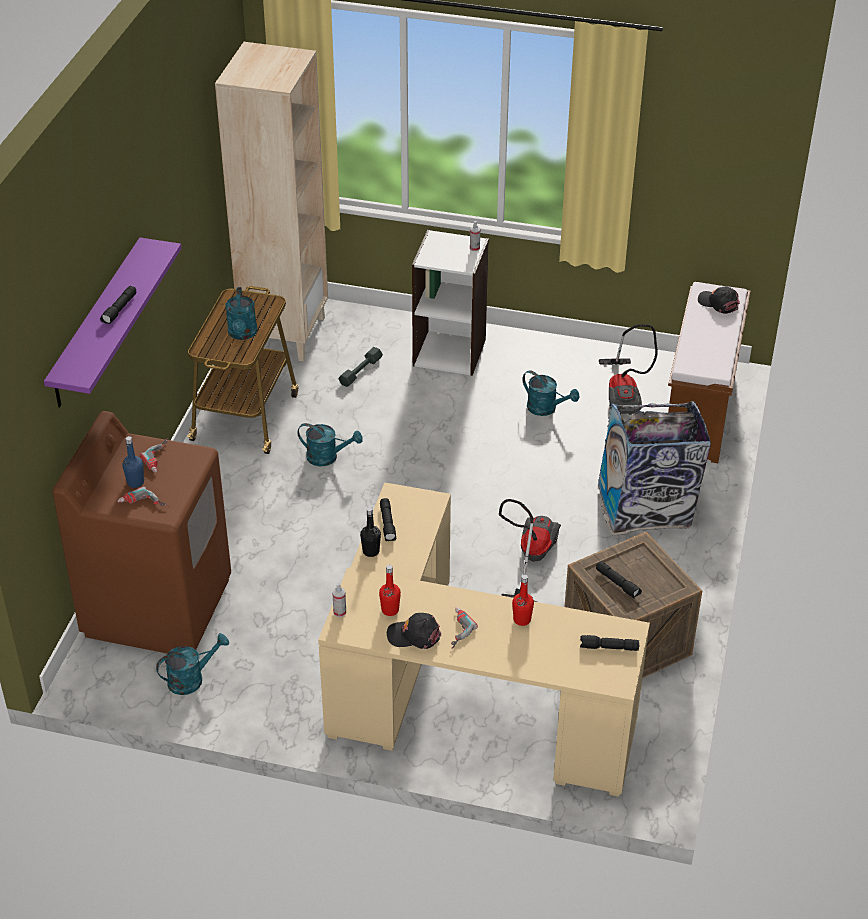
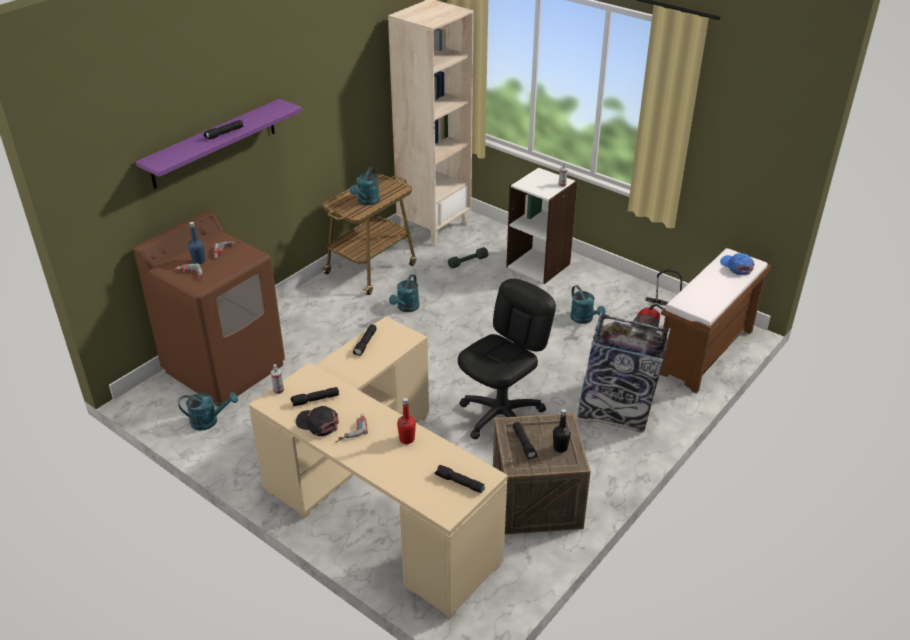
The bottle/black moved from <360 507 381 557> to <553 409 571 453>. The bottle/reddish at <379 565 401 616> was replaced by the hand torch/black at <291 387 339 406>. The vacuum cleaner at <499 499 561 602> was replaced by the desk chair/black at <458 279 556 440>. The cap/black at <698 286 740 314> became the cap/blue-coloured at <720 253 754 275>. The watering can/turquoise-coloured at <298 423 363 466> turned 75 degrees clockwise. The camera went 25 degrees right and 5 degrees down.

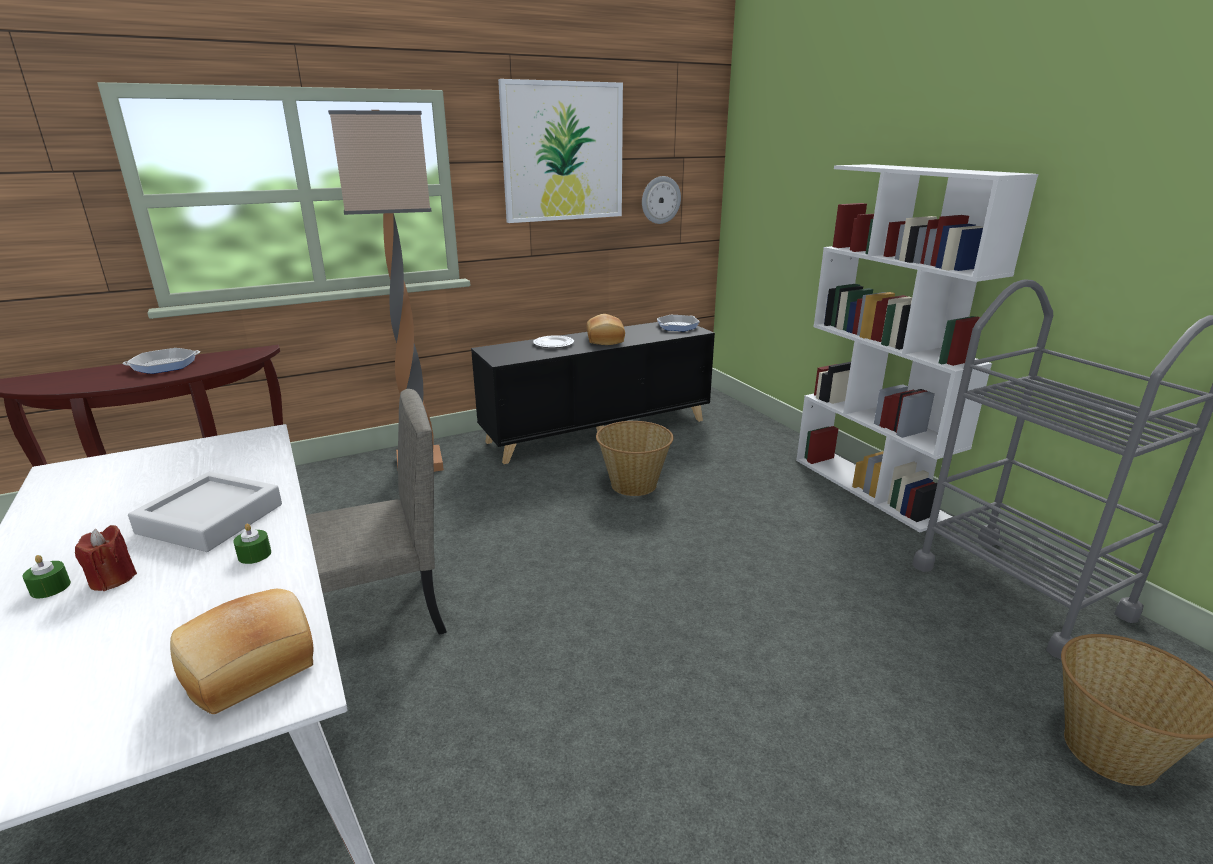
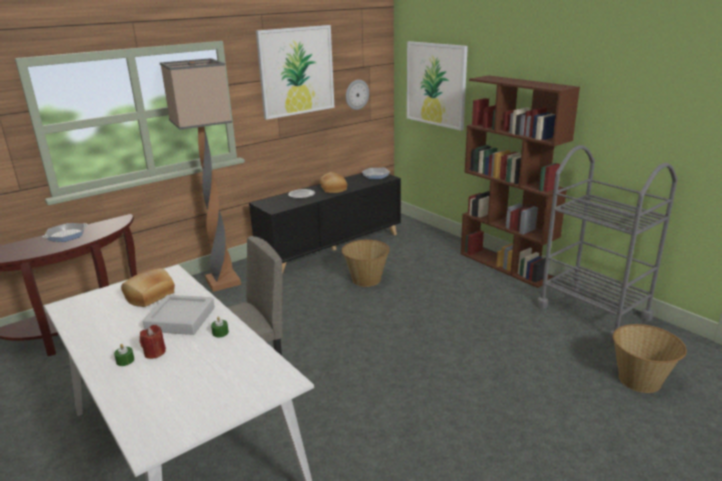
The picture at <407 41 468 131> appeared. The bakery bread moved from <170 589 314 714> to <121 268 175 307>. The bookshelf/white-coloured at <796 164 1038 532> became the bookshelf/brownish at <461 75 580 288>. The camera went 10 degrees left and 0 degrees up.

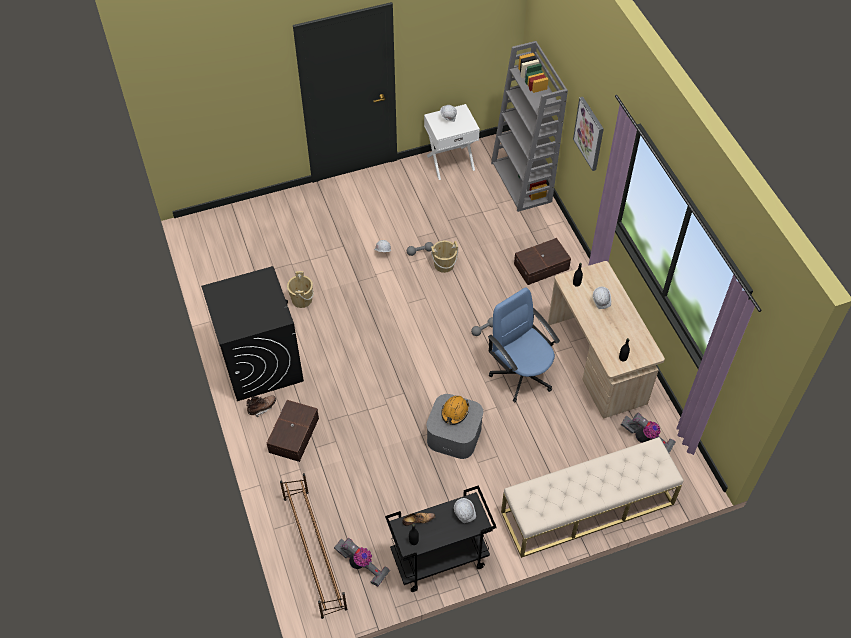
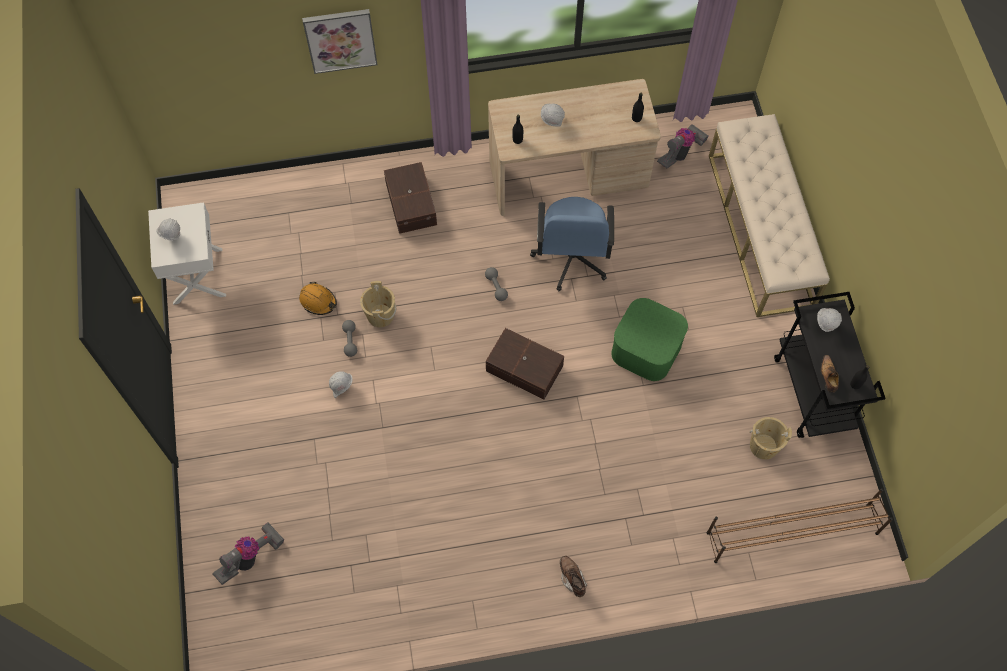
The laundry machine/black at <201 266 304 401> disappeared. The bookshelf/gray at <491 41 568 212> disappeared. The storage container/brownish moved from <267 400 319 462> to <486 328 564 400>. The water bucket/beige moved from <287 271 314 308> to <749 417 792 460>. The vacuum cleaner moved from <334 538 390 587> to <213 523 284 585>. The work helmet/orange moved from <441 396 469 425> to <299 282 337 315>. The storage container/gray at <427 394 483 459> became the storage container/green at <611 298 688 381>. The desk chair/blue-coloured at <488 288 560 402> turned 60 degrees counterclockwise. The camera went 80 degrees left and 10 degrees up.

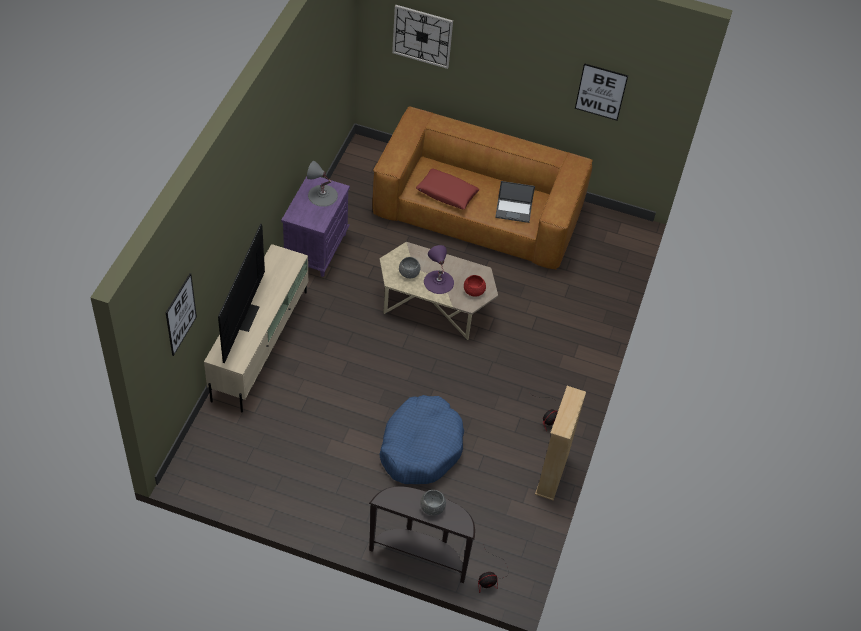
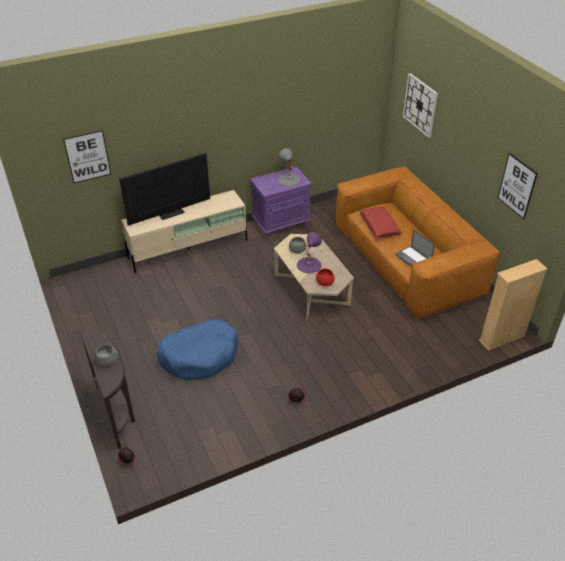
The bookshelf/beige moved from <535 386 586 500> to <479 259 548 351>. The camera went 50 degrees right and 10 degrees down.

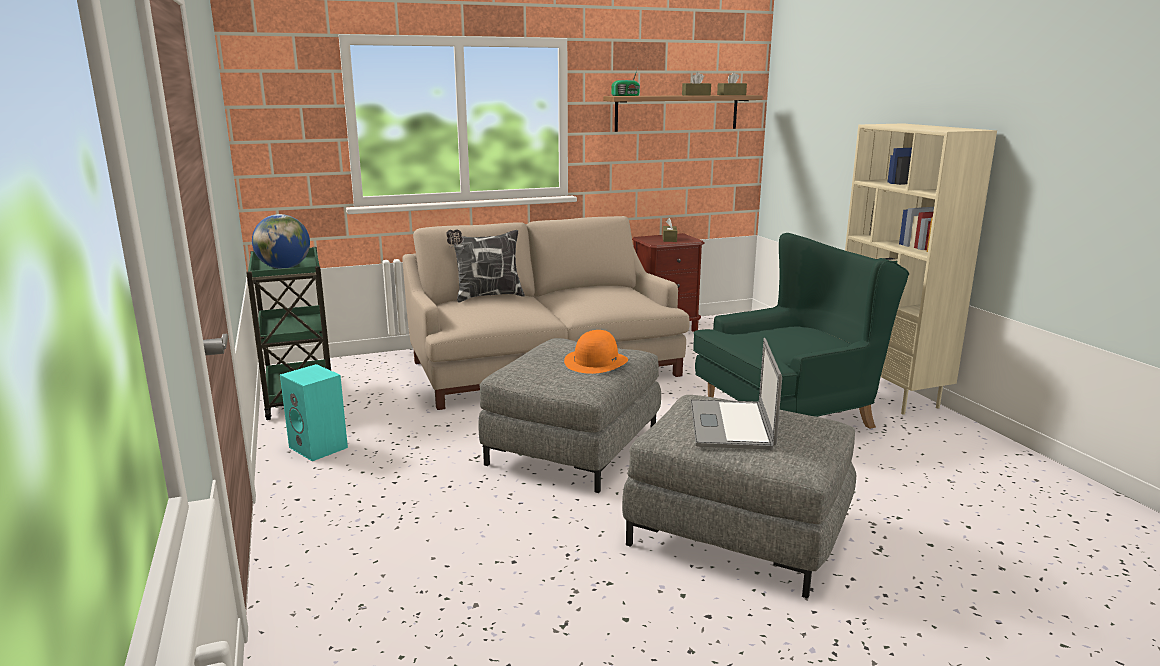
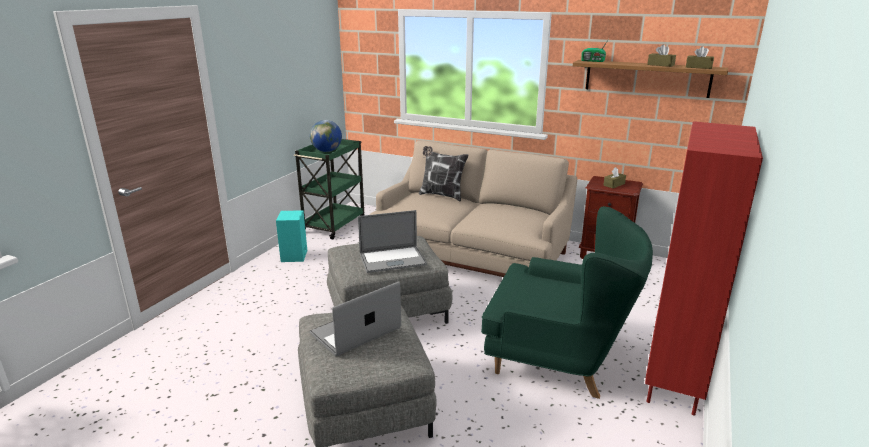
The hat/orange at <564 330 628 374> was replaced by the notebook computer at <358 210 427 273>. The bookshelf/beige at <845 123 997 415> became the bookshelf/reddish at <645 121 763 415>. The camera went 45 degrees right and 5 degrees up.

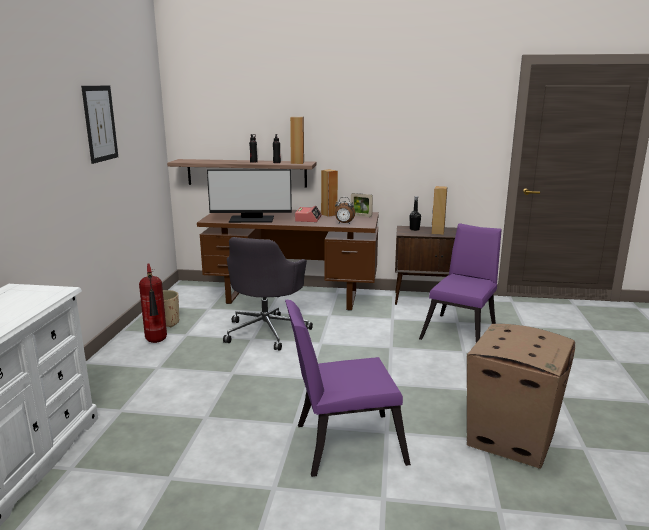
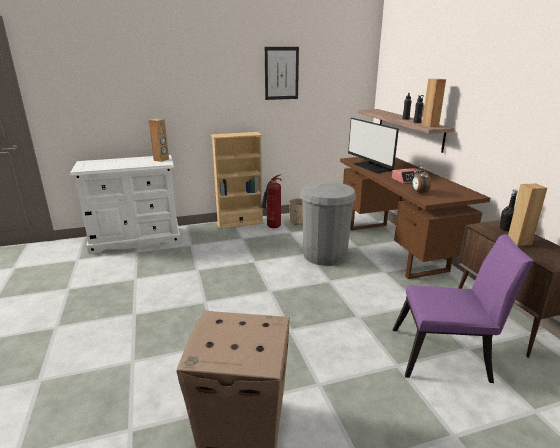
The plain chair/purple-coloured at <285 300 411 477> disappeared. The picture frame at <351 193 373 217> disappeared. The bookshelf/beige at <211 132 264 229> appeared. The speaker/brownish moved from <321 169 338 217> to <149 119 169 162>. The desk chair/gray at <223 237 313 351> was replaced by the rubbish bin/gray at <300 182 356 266>. The camera went 65 degrees right and 5 degrees up.

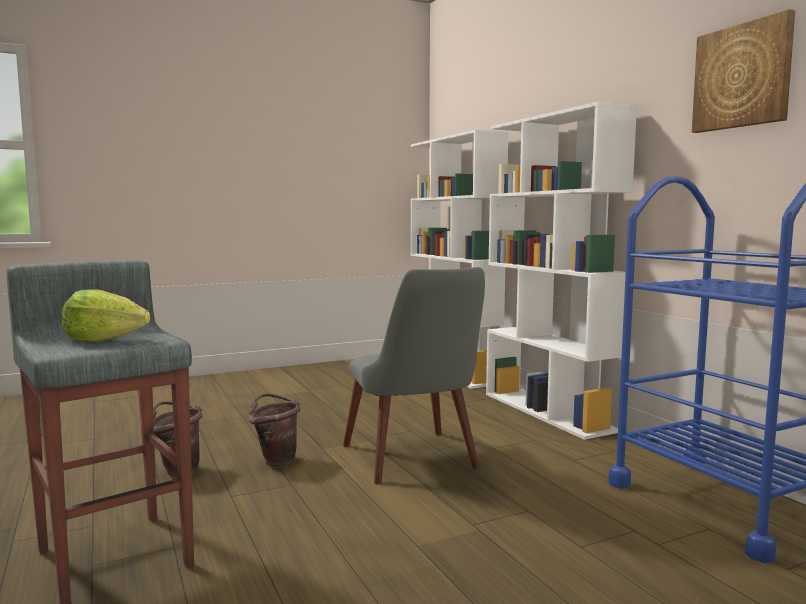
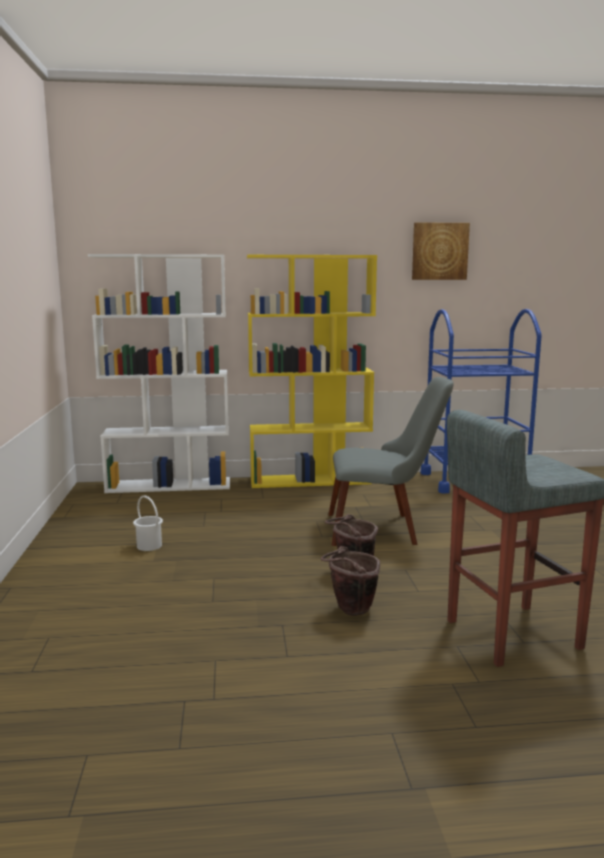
The lettuce at <62 289 150 342> disappeared. The water bucket/white-coloured at <133 495 163 551> appeared. The bookshelf/white-coloured at <486 102 637 440> became the bookshelf/yellowish at <247 255 377 488>. The camera went 70 degrees left and 5 degrees up.

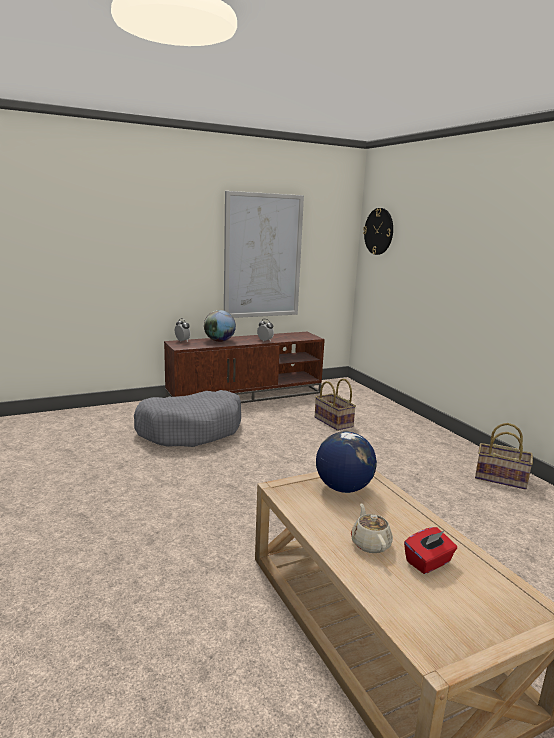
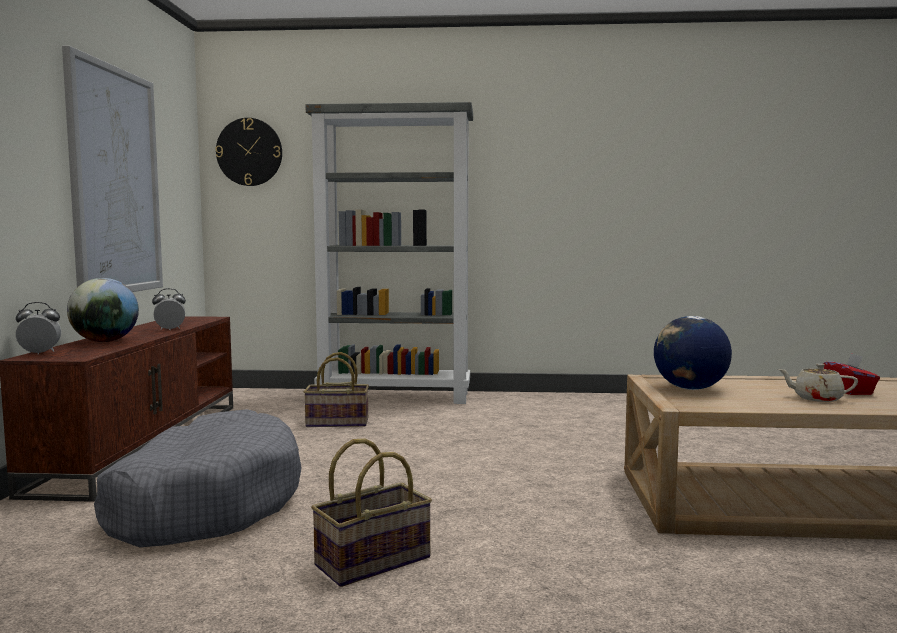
The bookshelf/gray at <305 102 473 404> appeared. The storage basket moved from <475 423 533 490> to <311 438 432 587>. The camera went 60 degrees left and 10 degrees down.

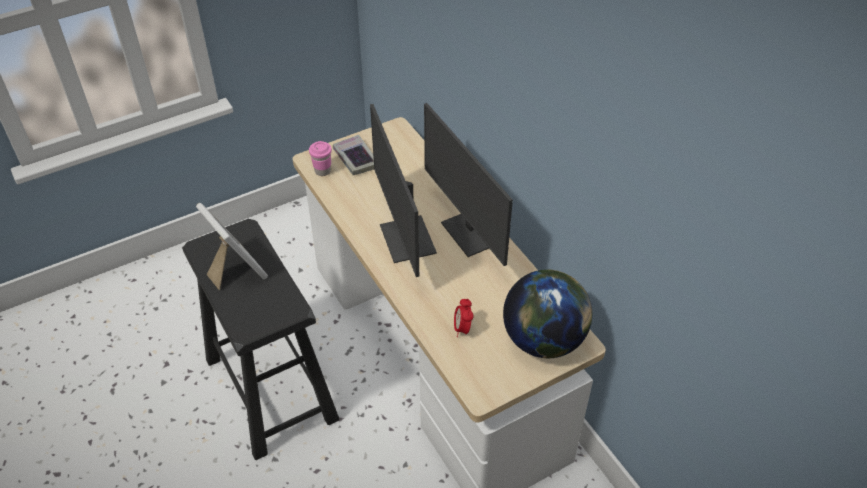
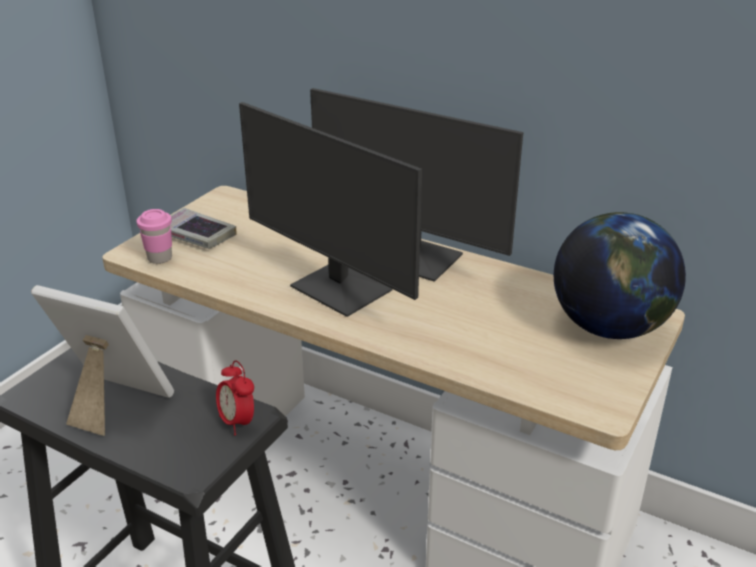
The table clock moved from <454 299 474 337> to <216 360 254 435>. The camera went 30 degrees left and 15 degrees down.

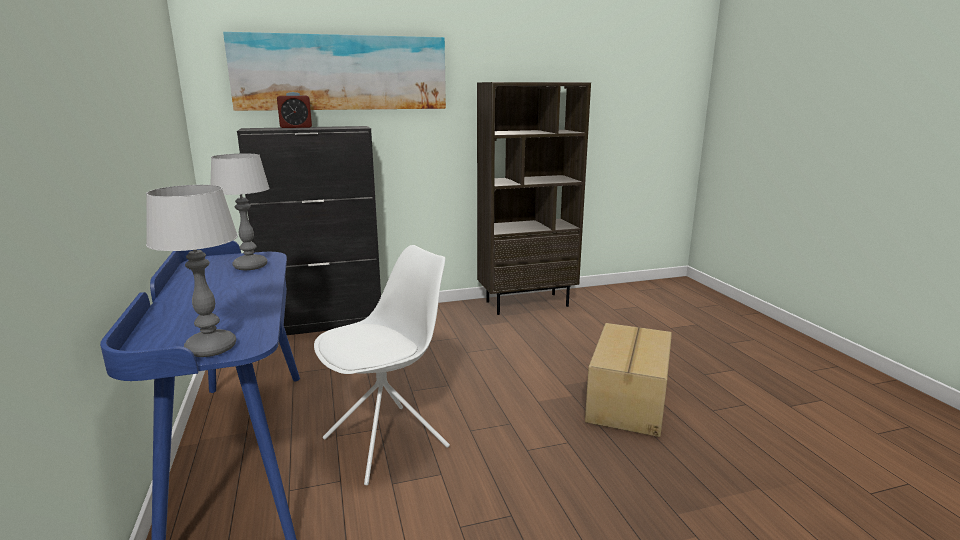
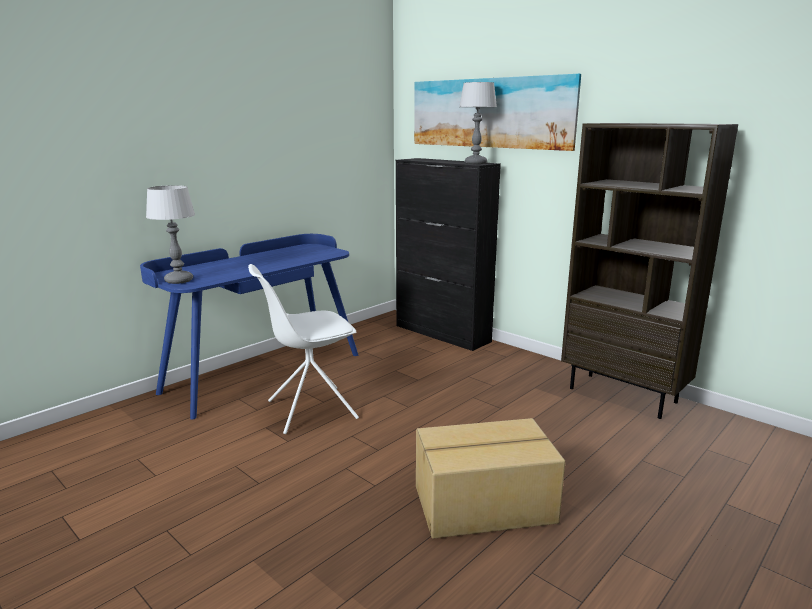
The table clock at <277 92 312 128> disappeared. The tabletop lamp moved from <210 154 270 270> to <459 82 497 164>. The plain chair/white-coloured at <314 245 450 485> turned 135 degrees clockwise. The camera went 60 degrees right and 0 degrees up.

